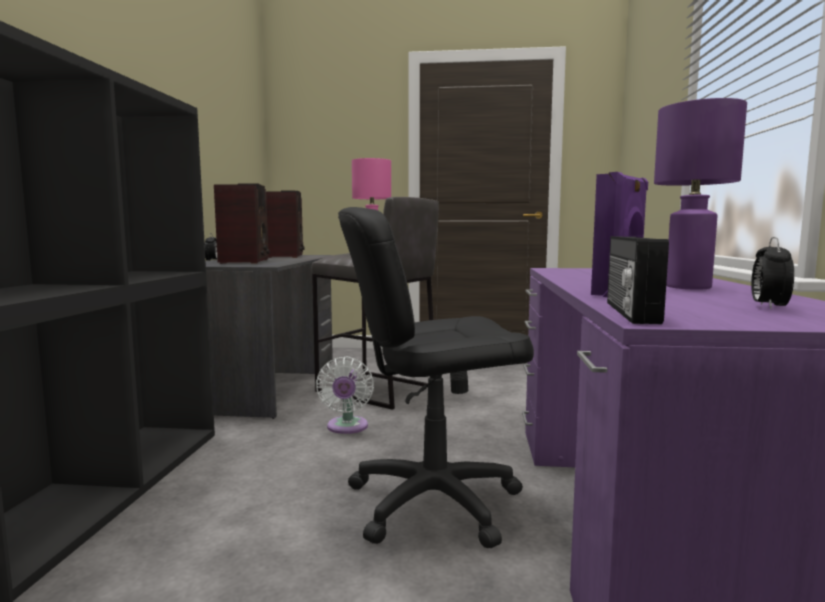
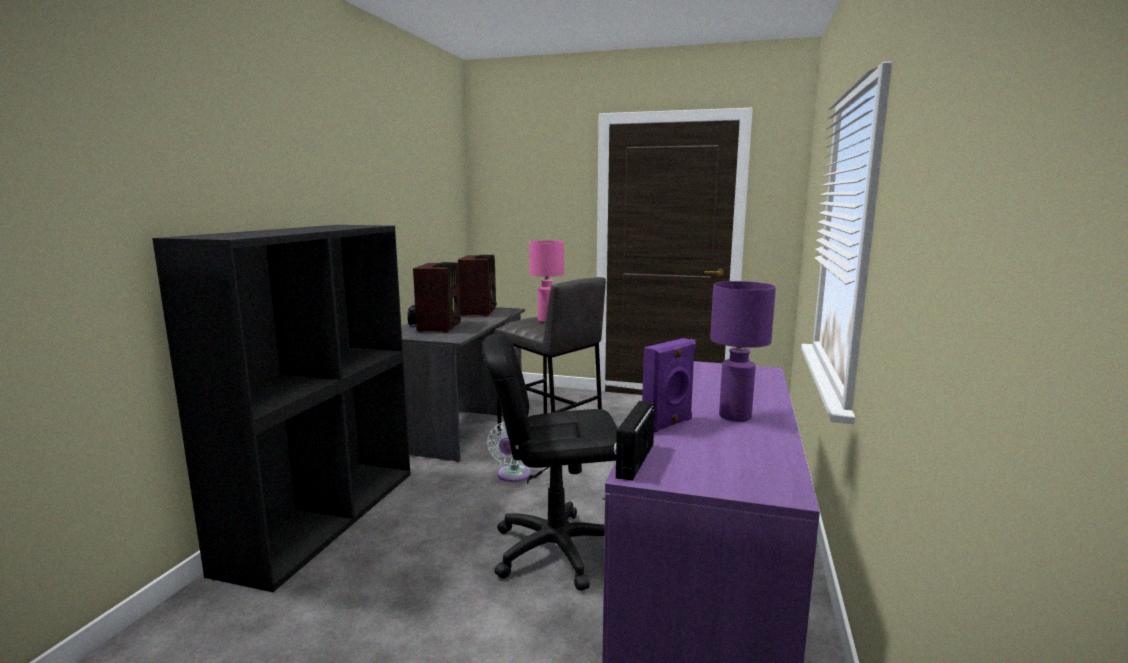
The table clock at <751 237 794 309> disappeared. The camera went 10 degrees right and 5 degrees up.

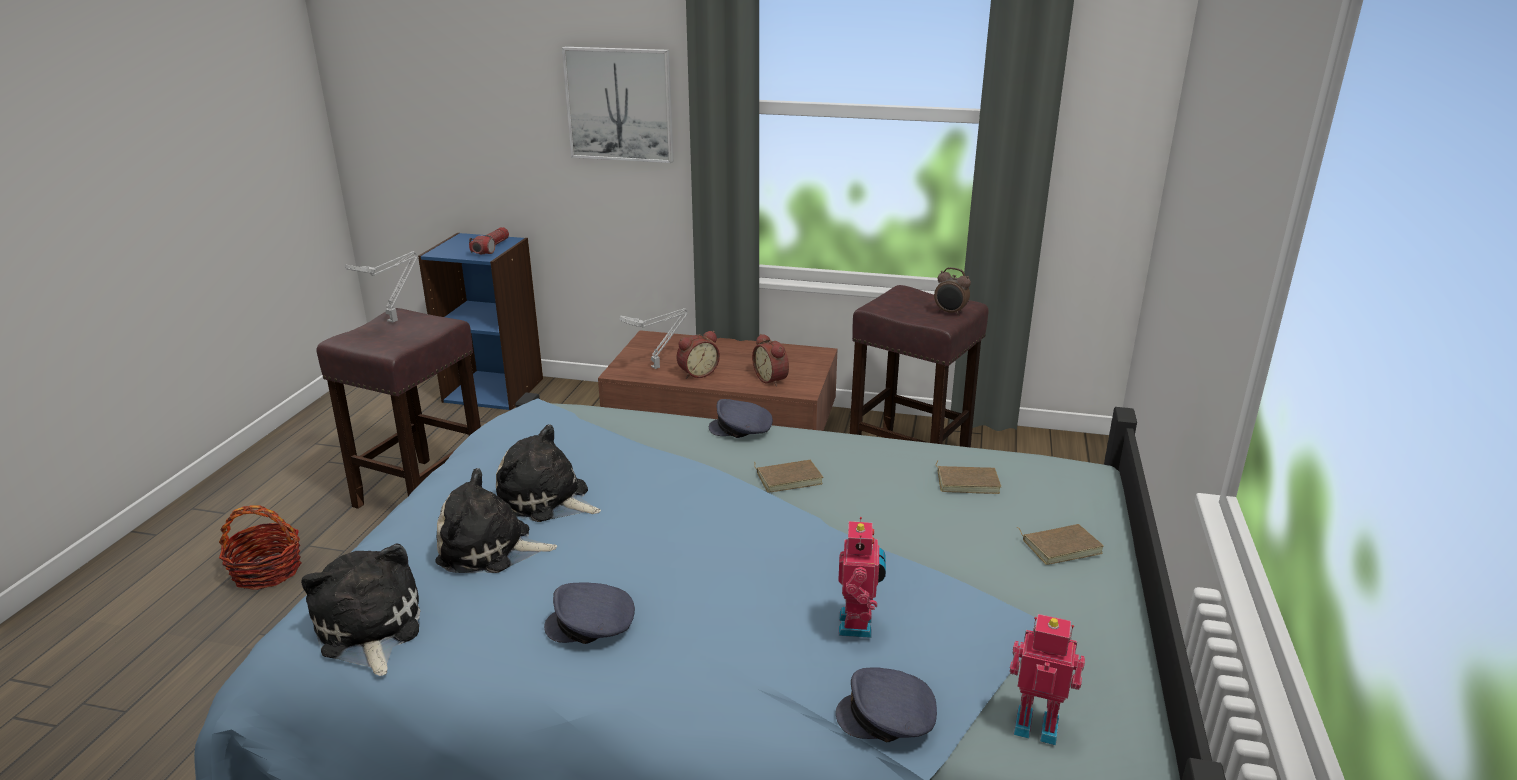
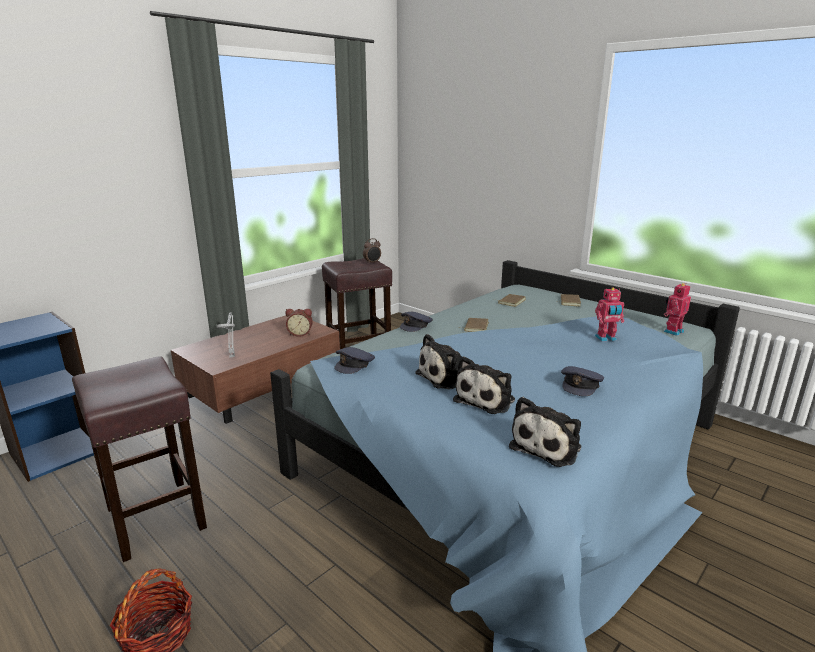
The tabletop lamp/gray at <345 251 419 322> disappeared. The hand torch at <469 227 509 254> disappeared. The picture at <562 47 673 163> disappeared. The table clock at <677 331 720 379> disappeared. The cap/gray moved from <836 667 937 742> to <334 347 375 374>. The plush toy at <301 543 421 676> turned 60 degrees counterclockwise. The toy robot at <838 517 886 638> turned 135 degrees clockwise. The camera went 60 degrees left and 5 degrees down.

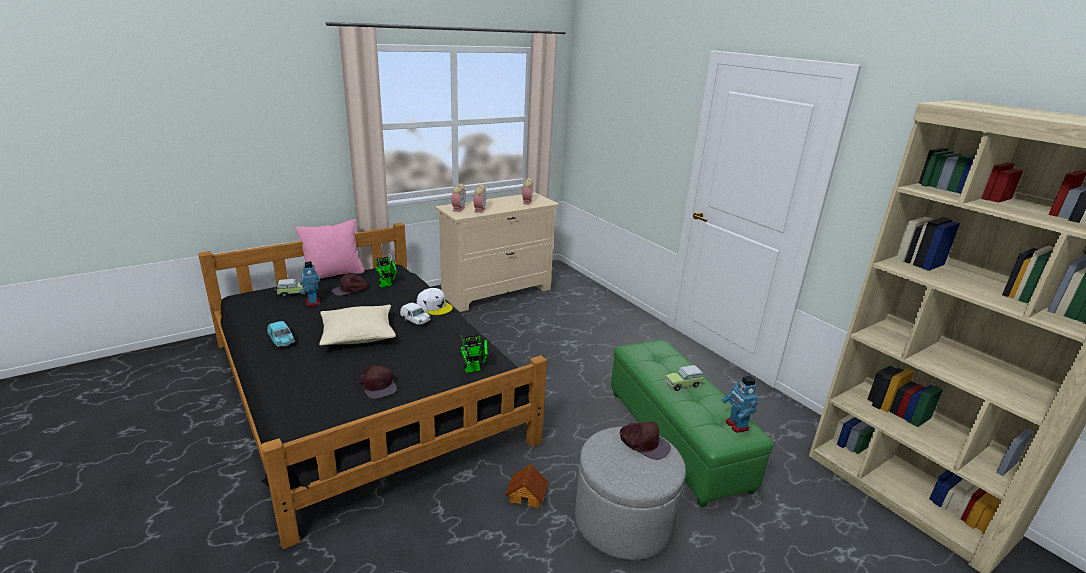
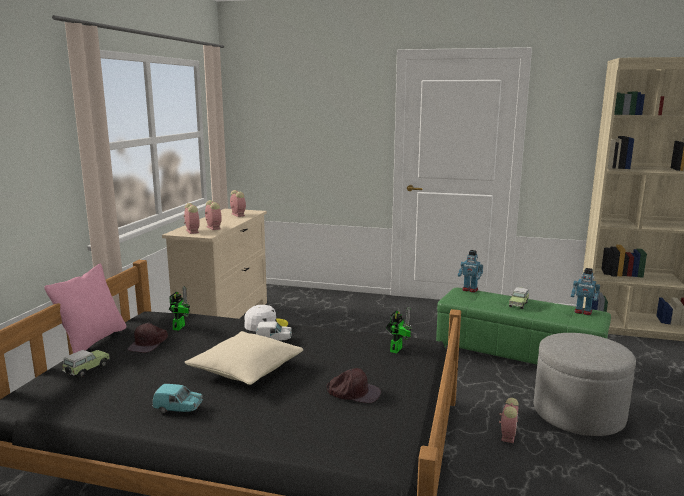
The cap/brownish at <620 422 671 460> disappeared. The toy robot moved from <300 261 320 307> to <458 250 483 293>. The model house at <505 464 548 509> was replaced by the table clock at <499 398 519 443>. The camera went 40 degrees left and 10 degrees down.

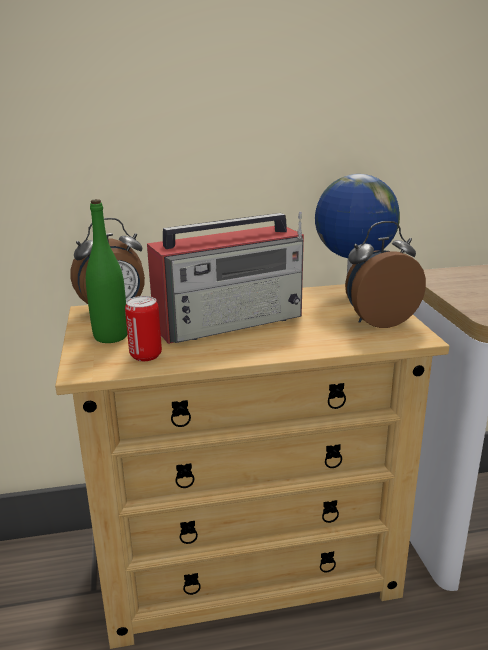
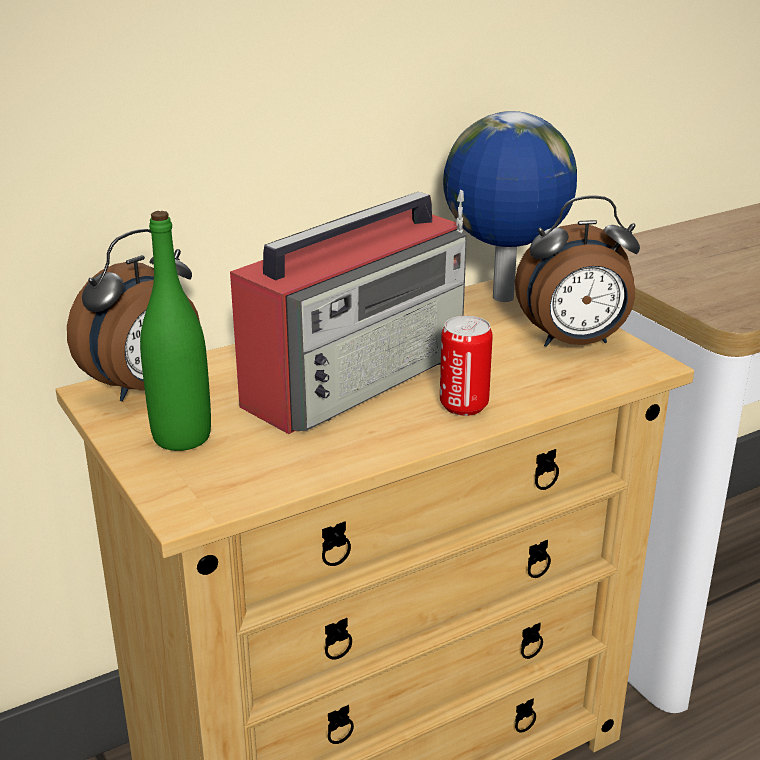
The sealed can moved from <125 296 162 361> to <440 316 493 416>. The table clock at <345 221 426 328> turned 150 degrees counterclockwise. The camera went 20 degrees left and 5 degrees up.

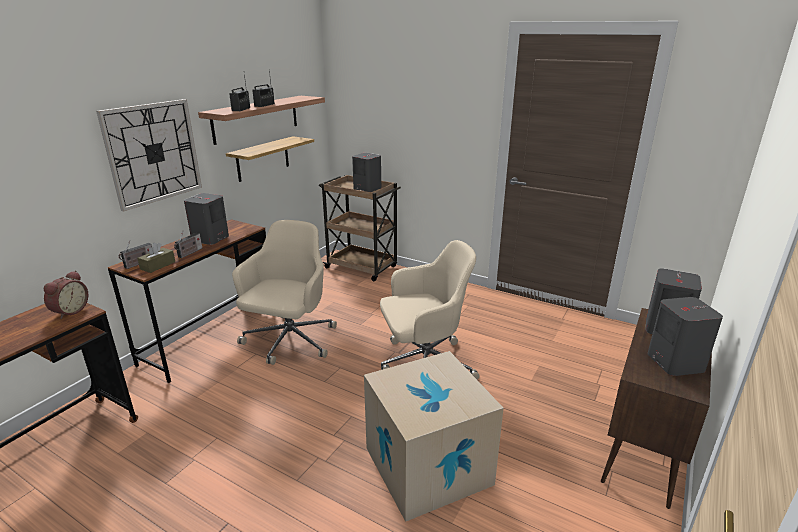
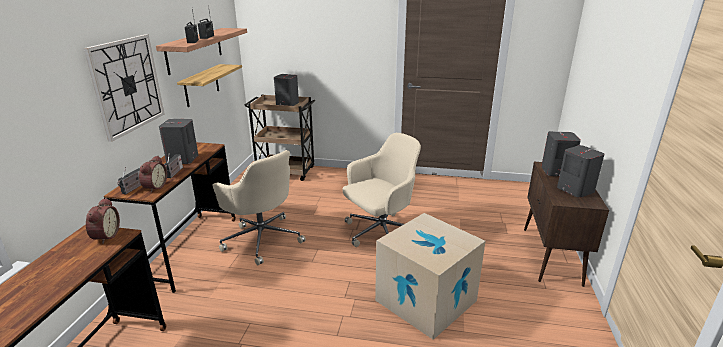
The box of tissues/brownish at <137 243 175 273> was replaced by the table clock at <139 156 167 193>. The desk chair/beige at <232 220 337 365> turned 135 degrees clockwise. The camera went 20 degrees left and 0 degrees up.

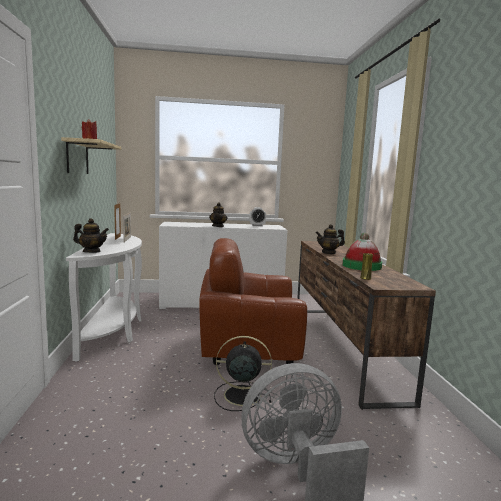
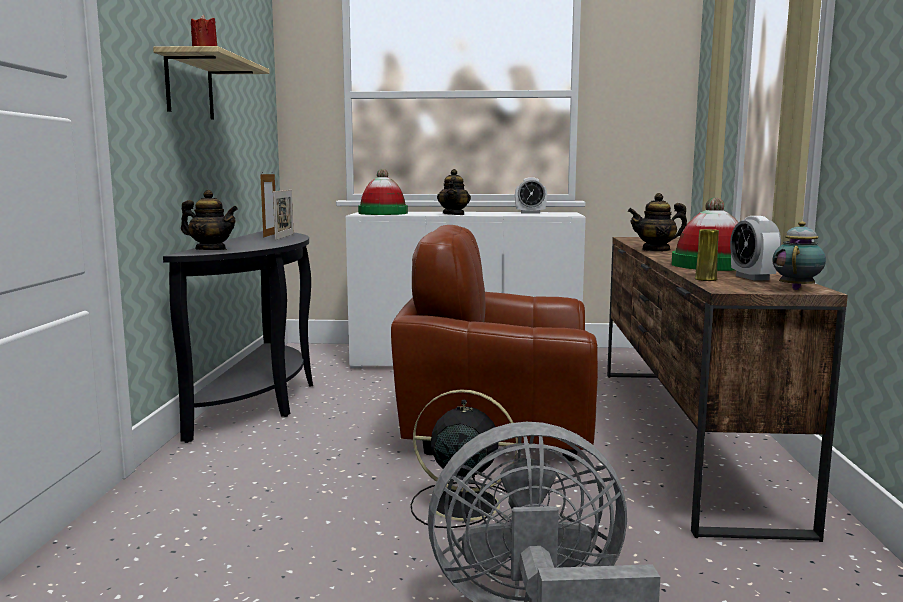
The hat at <358 169 408 215> appeared. The table clock at <730 216 781 281> appeared. The teapot at <772 221 826 290> appeared. The narrow table/white-coloured at <66 233 142 362> became the narrow table/black at <163 231 313 443>. The camera went 10 degrees right and 0 degrees up.

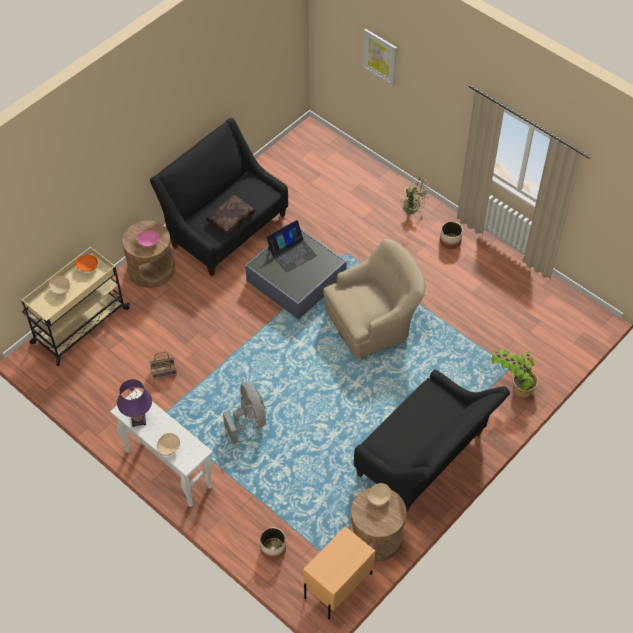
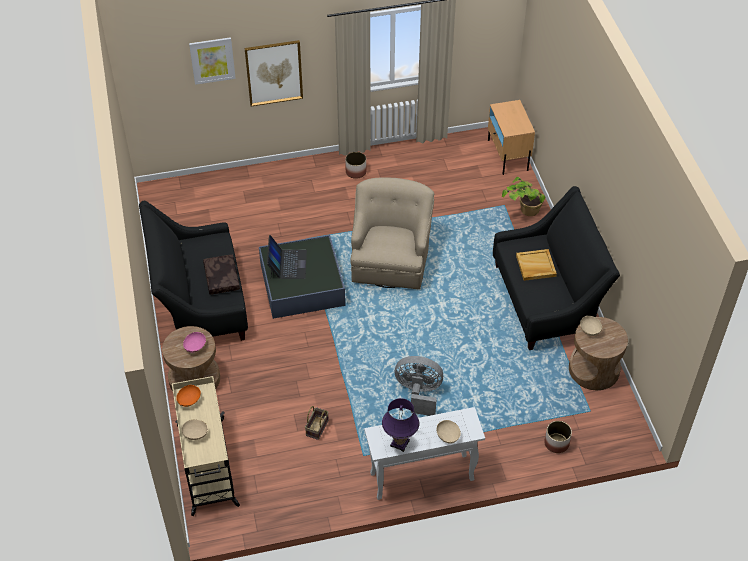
The electric fan/green at <402 176 430 219> disappeared. The picture at <245 40 303 106> appeared. The tray/beige at <516 249 557 281> appeared. The night table/beige moved from <303 526 375 619> to <488 100 535 175>. The camera went 55 degrees left and 5 degrees down.

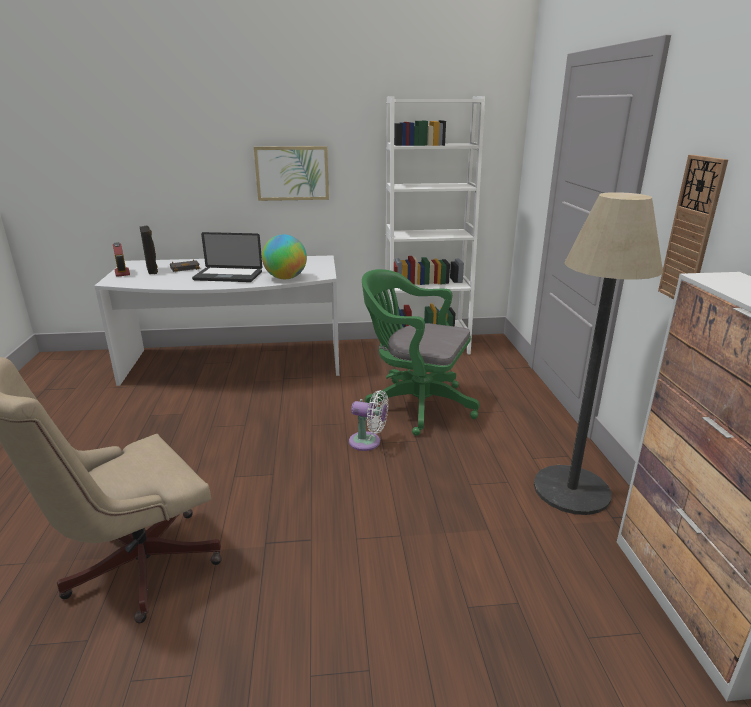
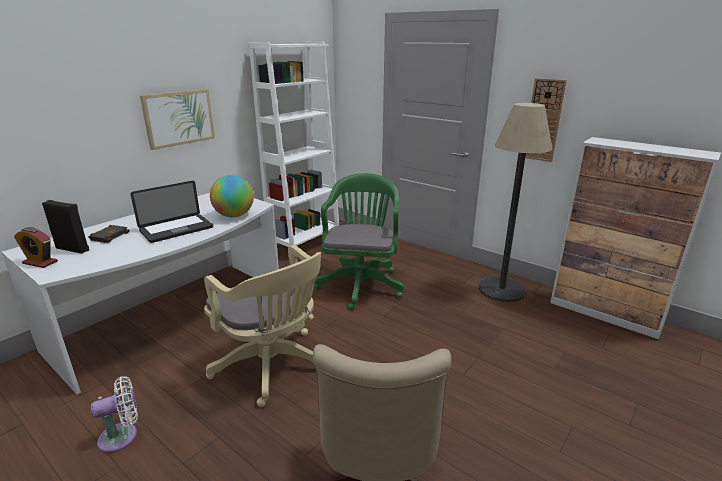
The desk chair/beige at <204 245 321 407> appeared. The electric fan/white-coloured moved from <349 390 389 451> to <91 376 138 453>. The desk chair/green at <362 269 479 436> turned 120 degrees clockwise. The camera went 45 degrees left and 0 degrees up.

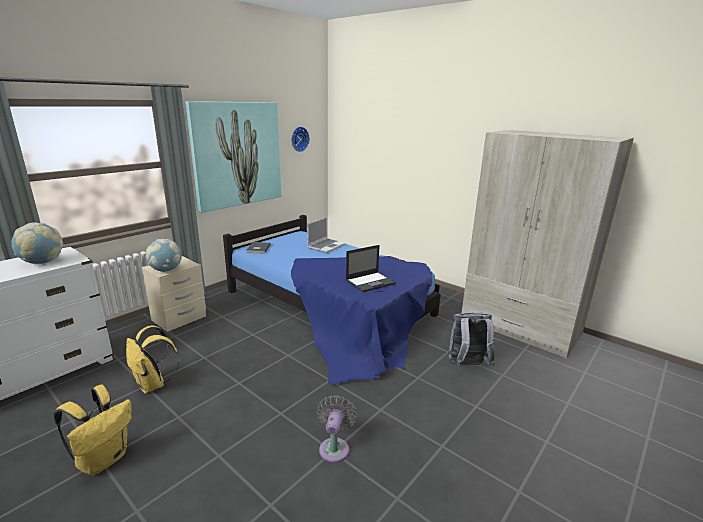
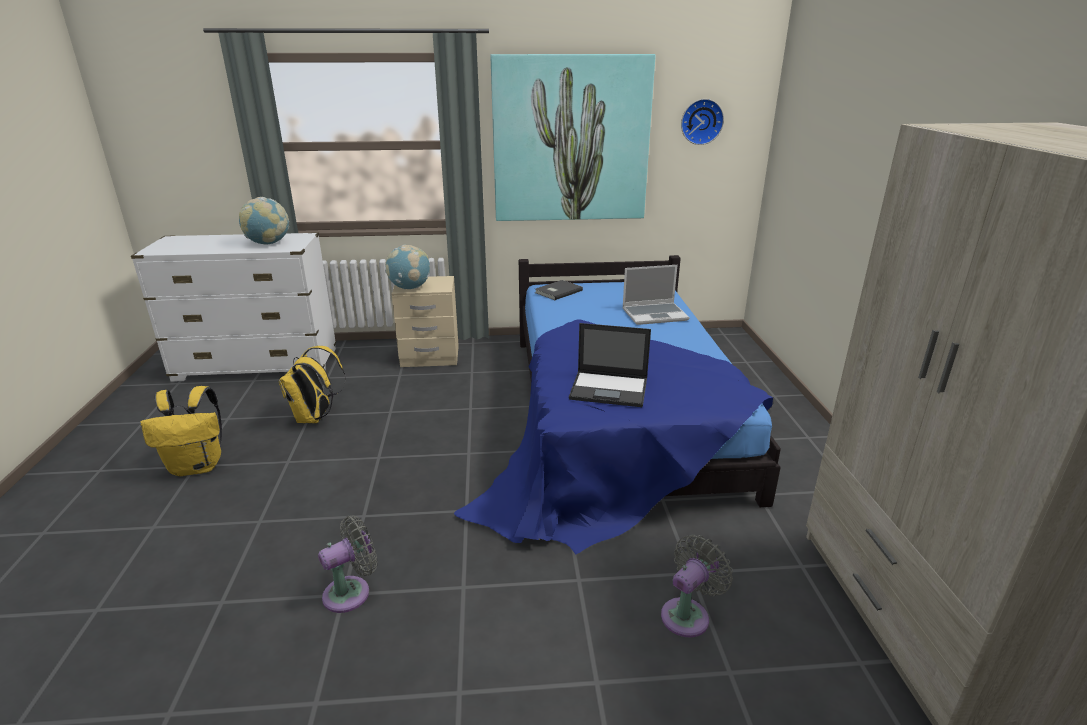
The backpack/gray at <448 313 495 366> was replaced by the electric fan/gray at <661 535 733 638>. The camera went 45 degrees right and 5 degrees up.

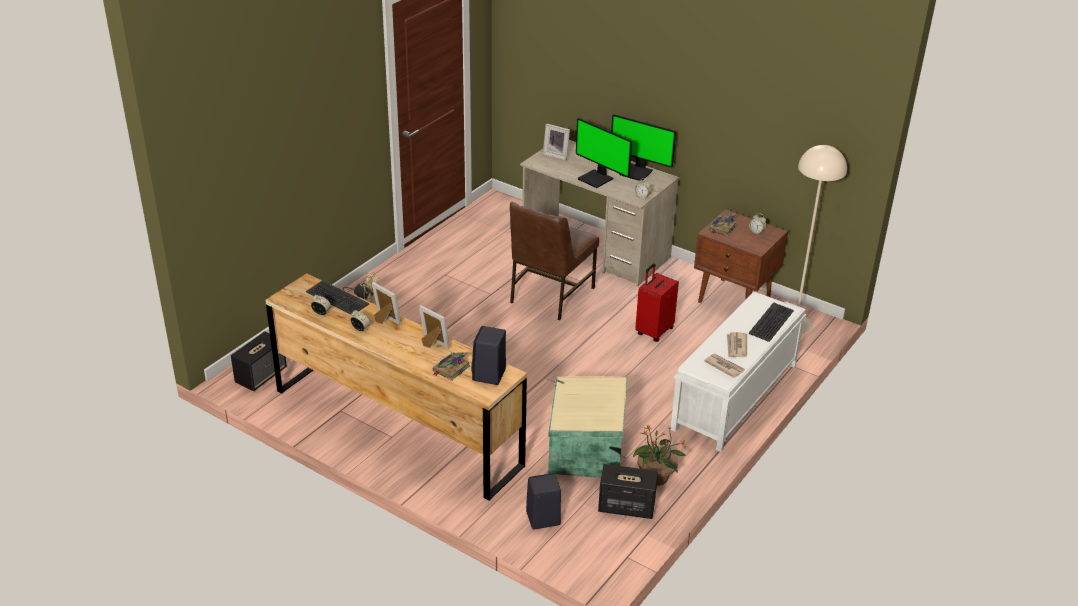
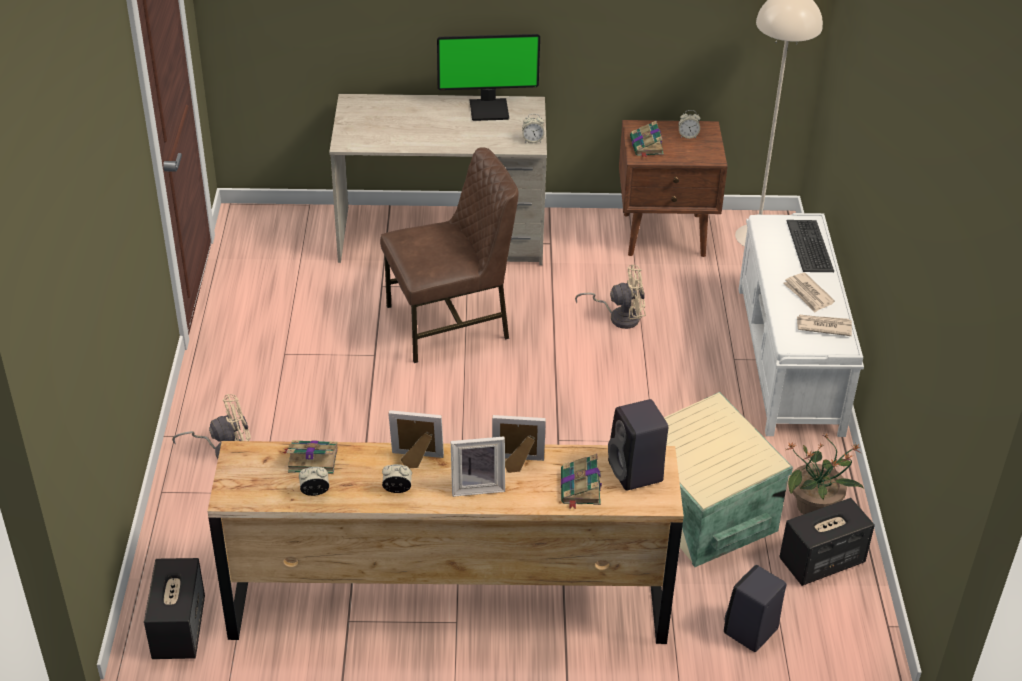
The computer screen at <576 118 632 188> disappeared. The picture frame moved from <543 123 570 160> to <451 436 505 497>. The computer keyboard at <306 280 369 315> was replaced by the volume at <283 440 338 474>. The suitcase/reddish at <635 264 679 342> was replaced by the electric fan/beige at <575 265 646 329>. The plain chair/brownish at <510 202 599 320> turned 105 degrees counterclockwise. The camera went 35 degrees left and 5 degrees up.

